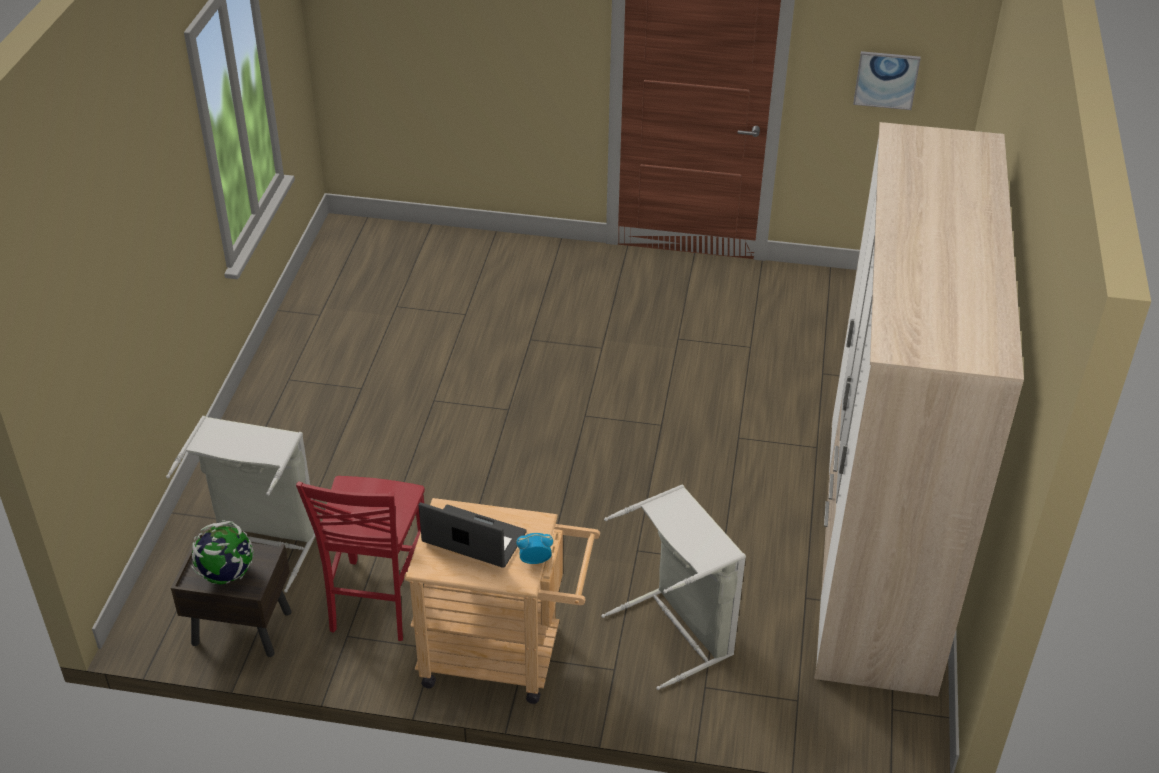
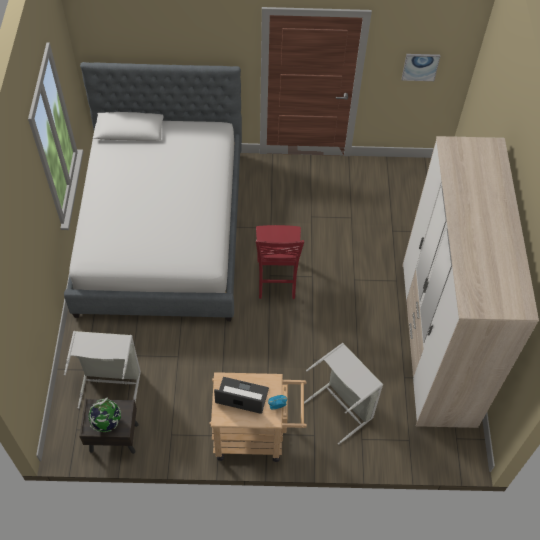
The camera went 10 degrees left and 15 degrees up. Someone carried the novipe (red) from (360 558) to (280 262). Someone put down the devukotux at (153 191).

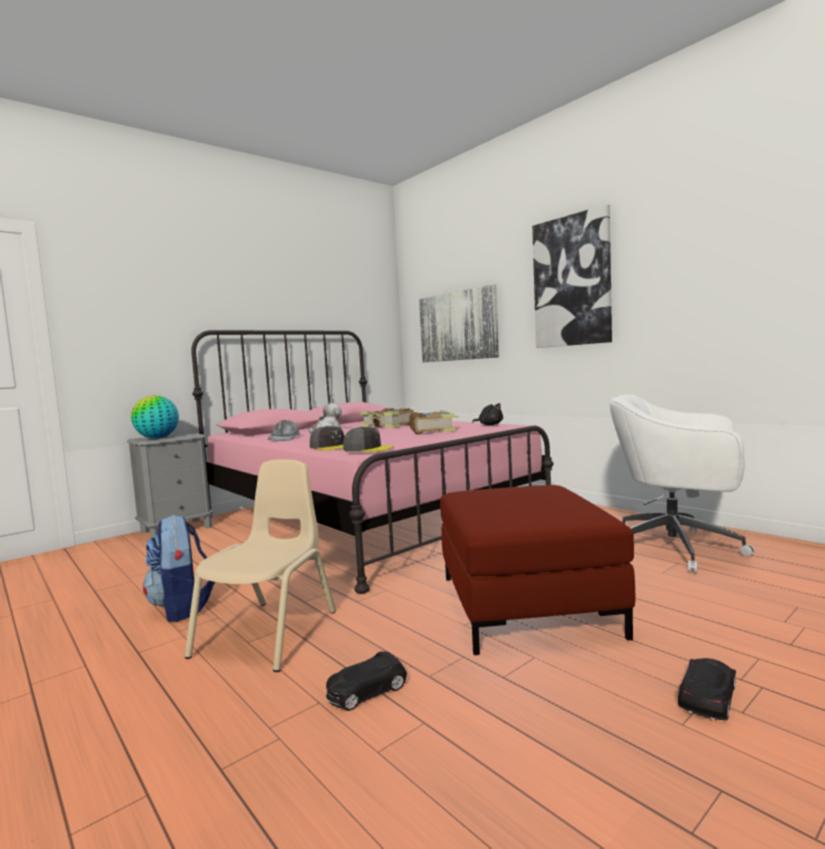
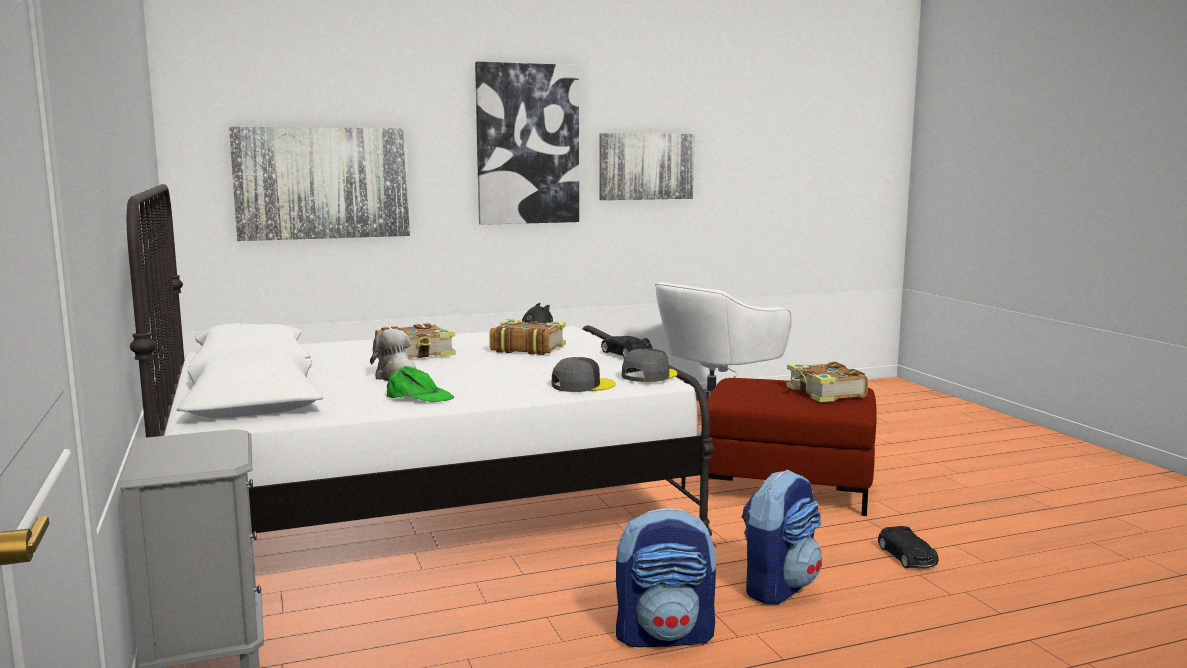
The camera went 70 degrees left and 5 degrees up. Someone repainted the devukotux (pink) at (372 462), which became the devukotux (white) at (421 360). Someone took away the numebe at (155 417). Someone repainted the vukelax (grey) at (284 430), which became the vukelax (green) at (420 384). Someone swapped the novipe (beige) at (260 565) for the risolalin at (781 537). Someone carried the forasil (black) from (707 689) to (627 347). Someone put up the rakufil at (647 166). Someone put down the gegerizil at (827 382).

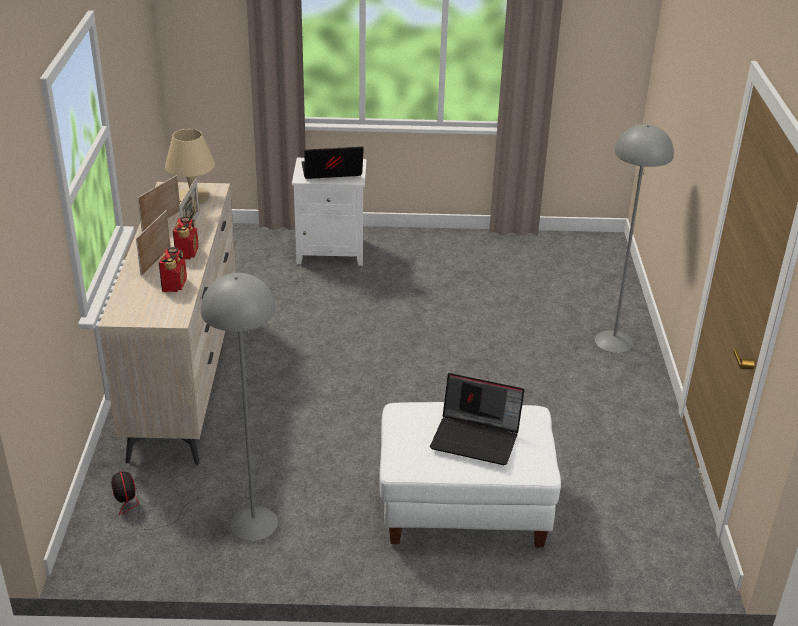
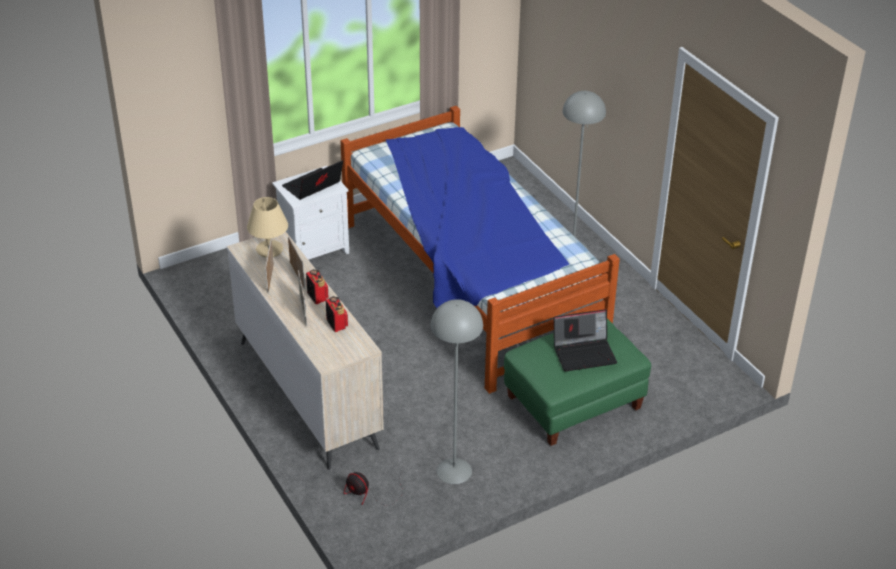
The camera went 30 degrees left and 5 degrees up. Someone repainted the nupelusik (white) at (470 475), which became the nupelusik (green) at (577 382). Someone put down the devukotux at (480 250).

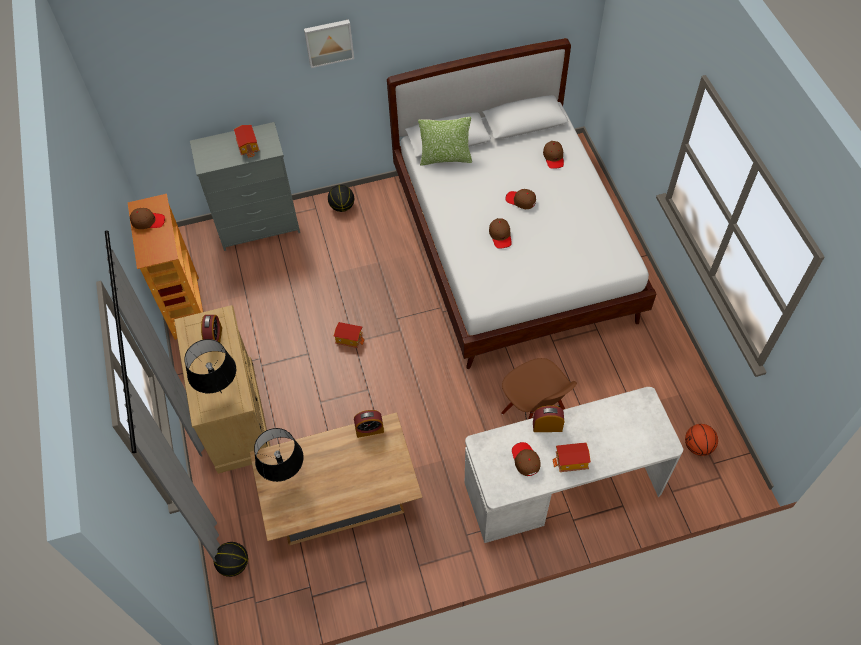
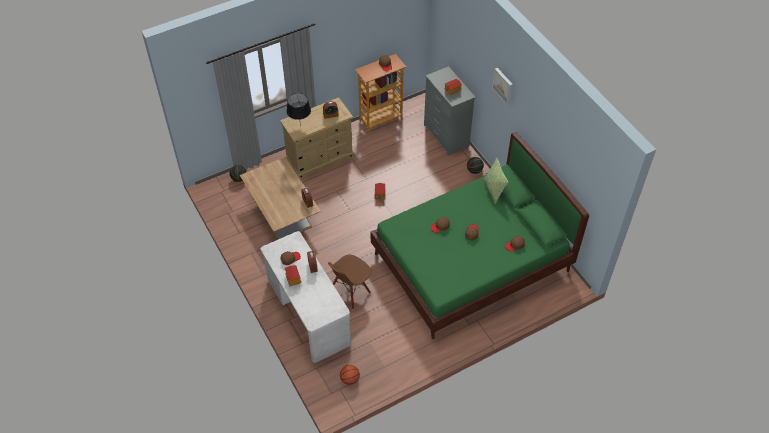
The camera went 75 degrees right and 5 degrees down. Someone repainted the devukotux (white) at (522 203), which became the devukotux (green) at (479 235). Someone took away the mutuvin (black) at (279 455).

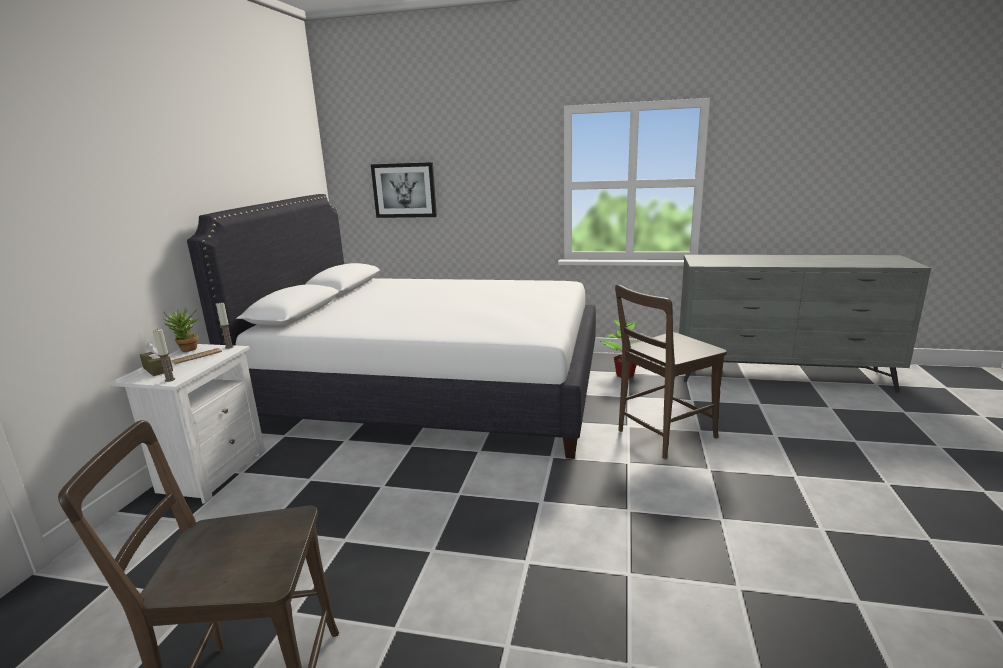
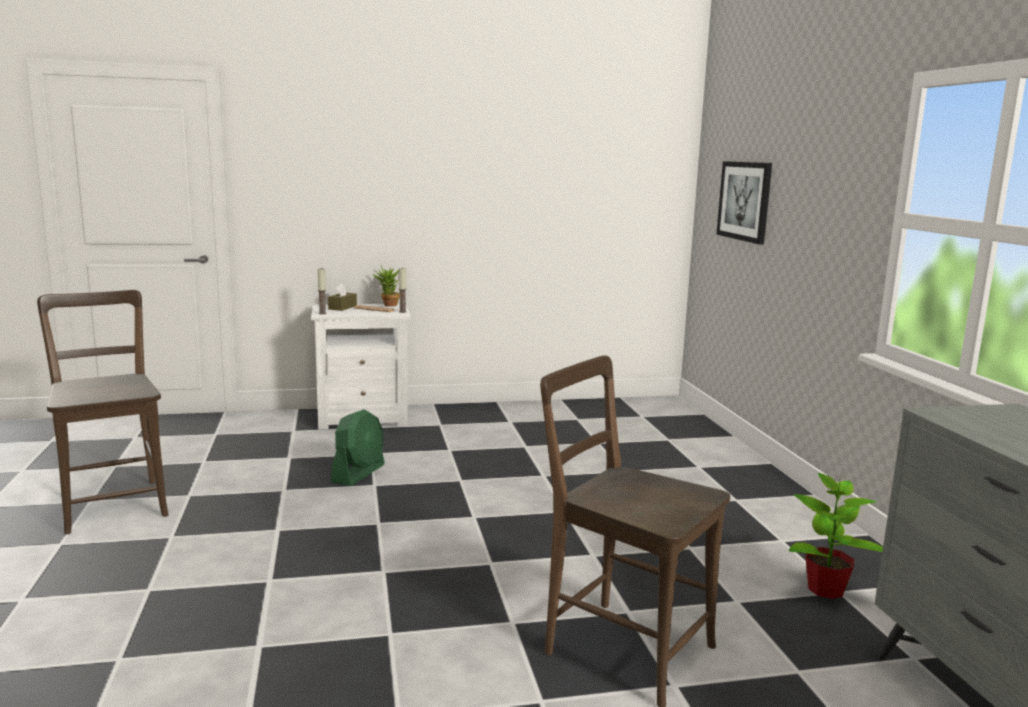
The camera went 65 degrees right and 5 degrees down. Someone took away the devukotux (white) at (391 326). Someone put down the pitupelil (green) at (358 447).

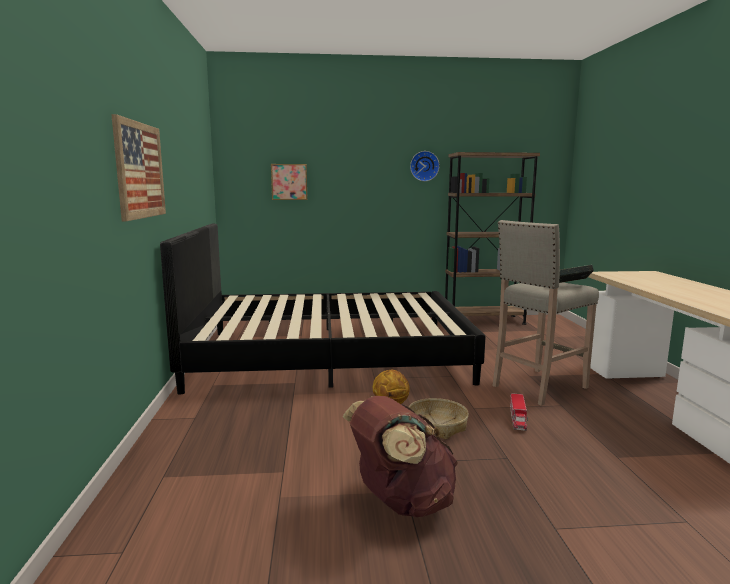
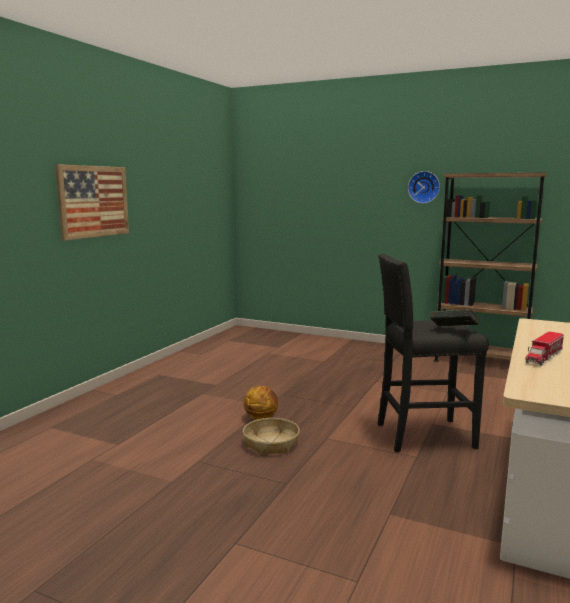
The camera went 30 degrees right and 0 degrees up. Someone took away the rakufil at (289 182). Someone repainted the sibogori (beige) at (545 313), which became the sibogori (black) at (433 352). Someone took away the devukotux (black) at (323 309). Someone carried the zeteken from (519 412) to (544 348). Someone took away the risolalin (brown) at (400 456).

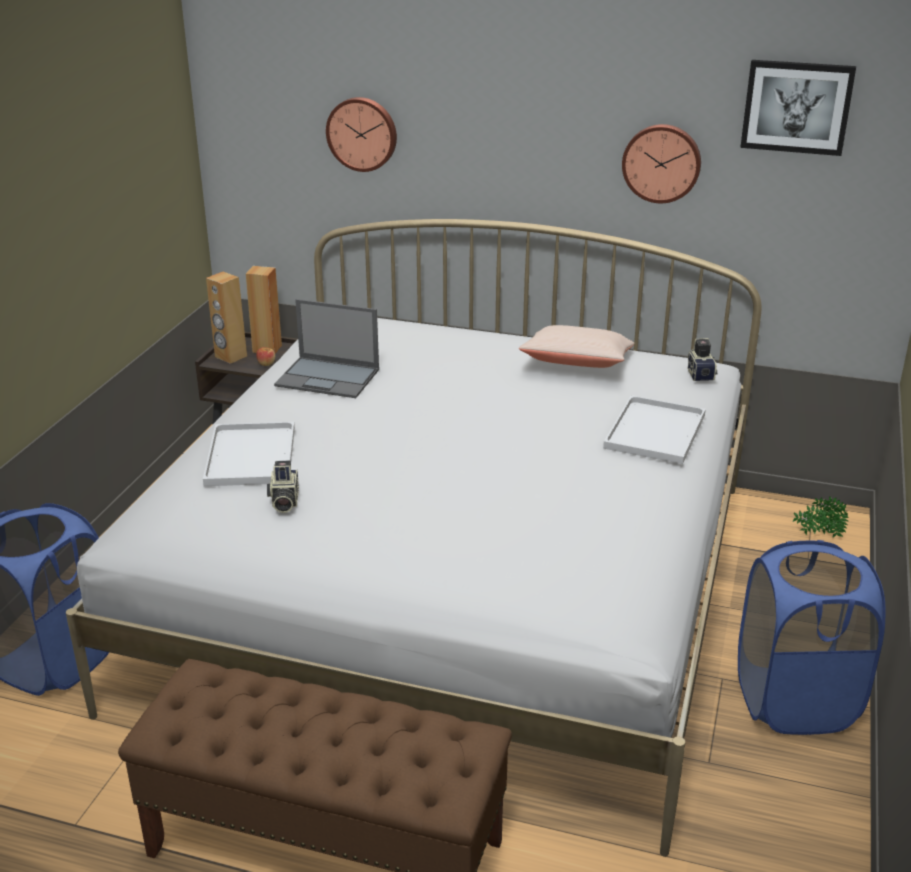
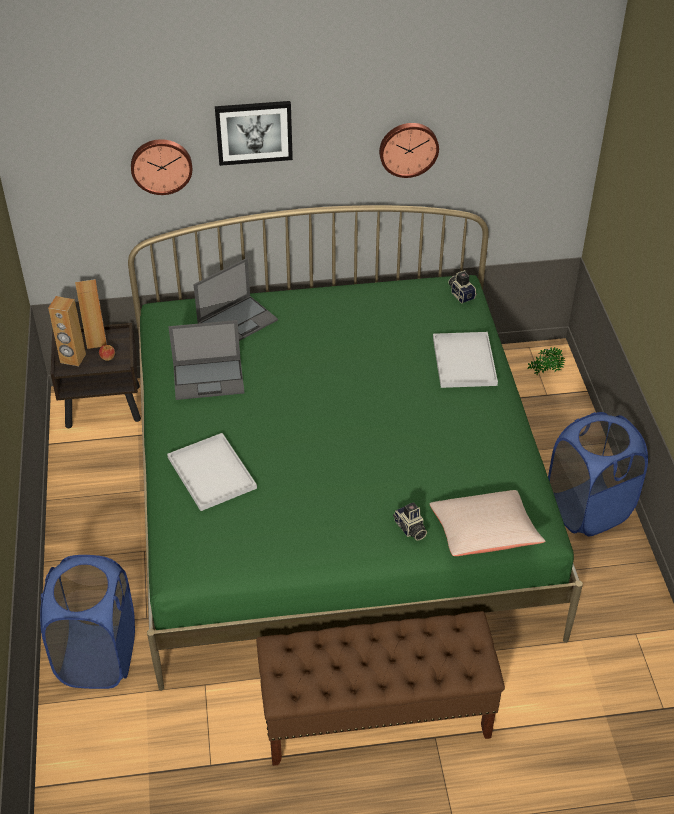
The camera went 25 degrees left and 15 degrees up. Someone carried the rakufil from (798 108) to (254 133). Someone repainted the devukotux (white) at (413 538), which became the devukotux (green) at (355 448). Someone carried the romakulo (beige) from (576 346) to (487 523). Someone carried the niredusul from (283 486) to (410 521). Someone put down the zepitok at (235 299).

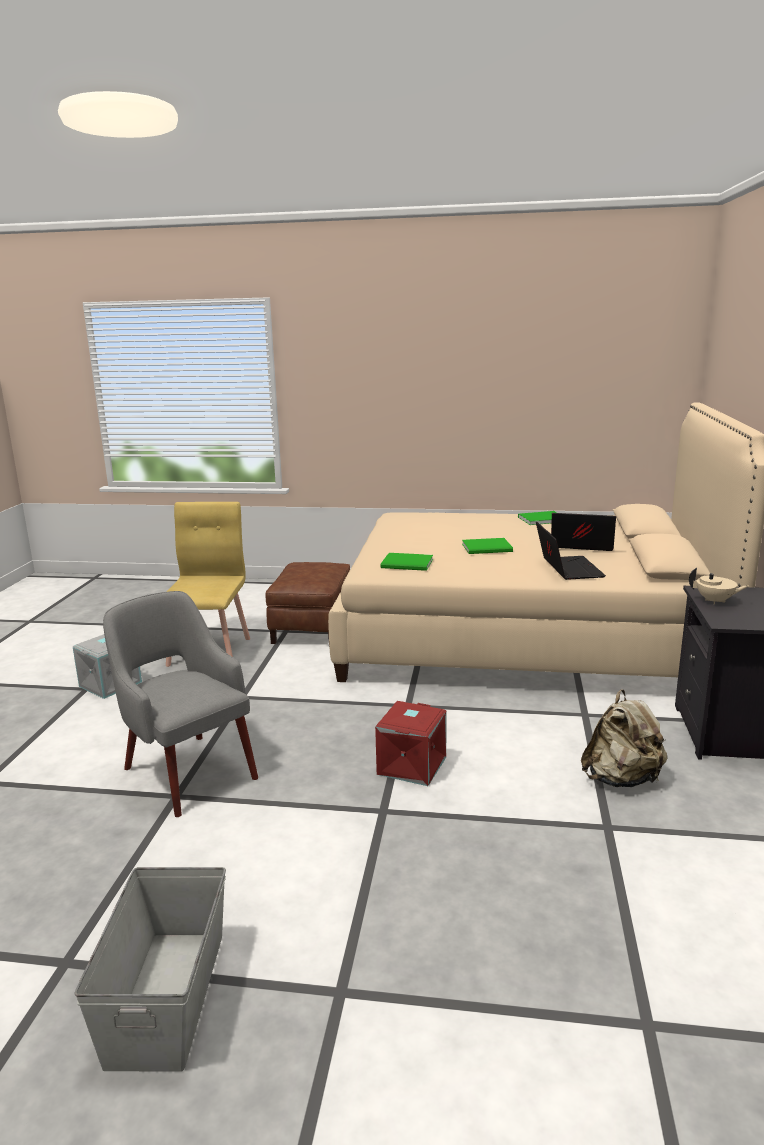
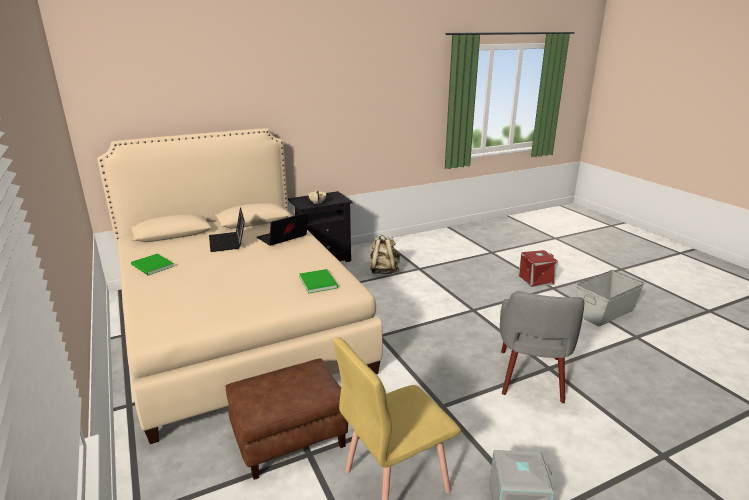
The camera went 125 degrees left and 5 degrees up. Someone took away the gegerizil (green) at (487 546). Someone carried the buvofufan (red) from (411 743) to (538 268).

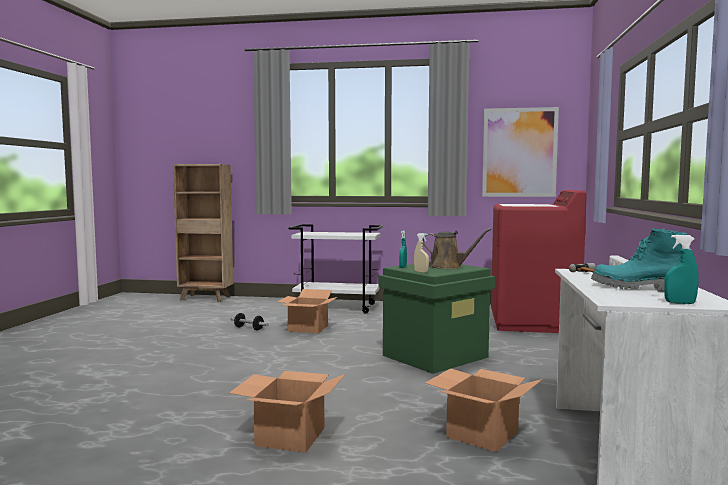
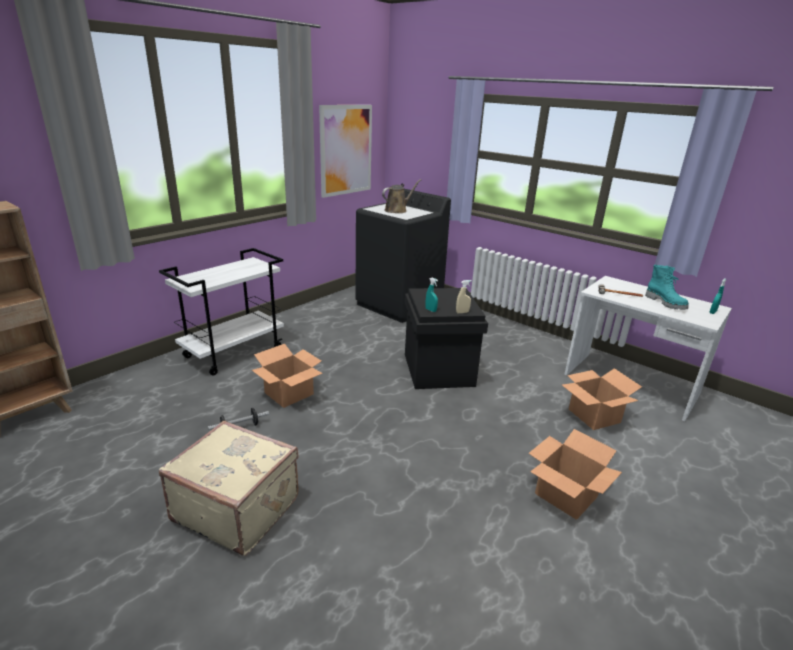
The camera went 60 degrees left and 20 degrees up. Someone repainted the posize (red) at (539 261), which became the posize (black) at (403 256). Someone carried the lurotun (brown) from (456 248) to (401 196). Someone rotated the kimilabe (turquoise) at (639 260) by 75 degrees counterclockwise. Someone repainted the buvofufan (green) at (437 318), which became the buvofufan (black) at (446 338). Someone put down the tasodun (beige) at (229 488).

